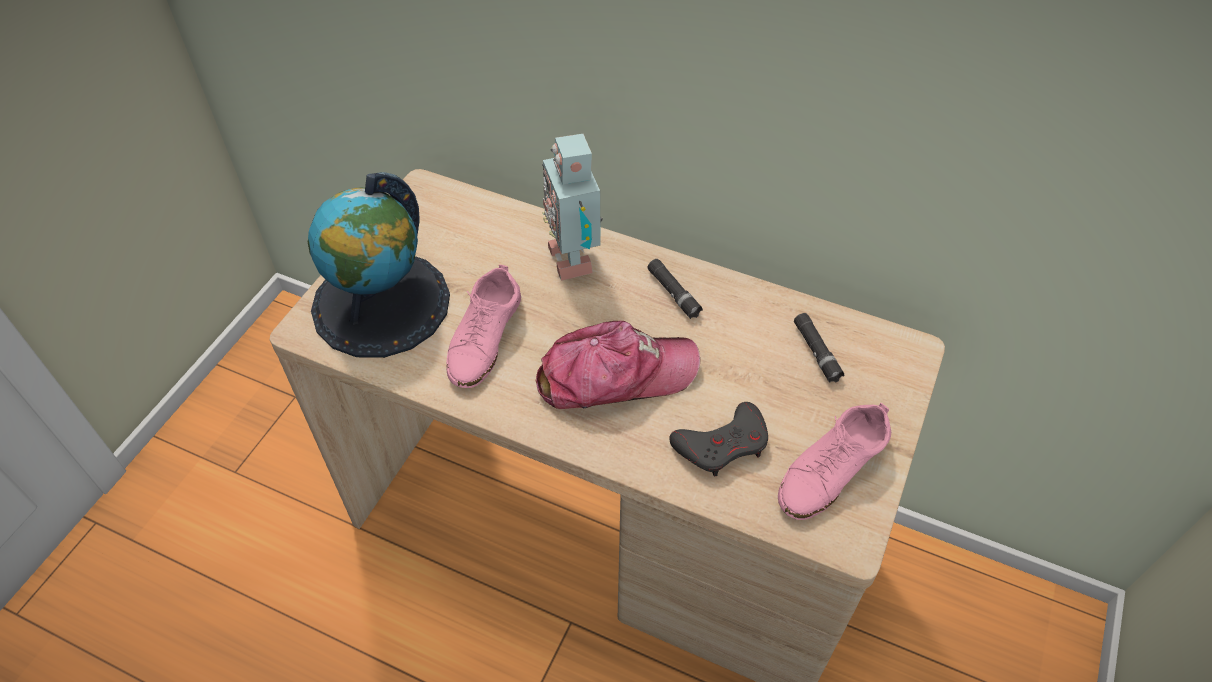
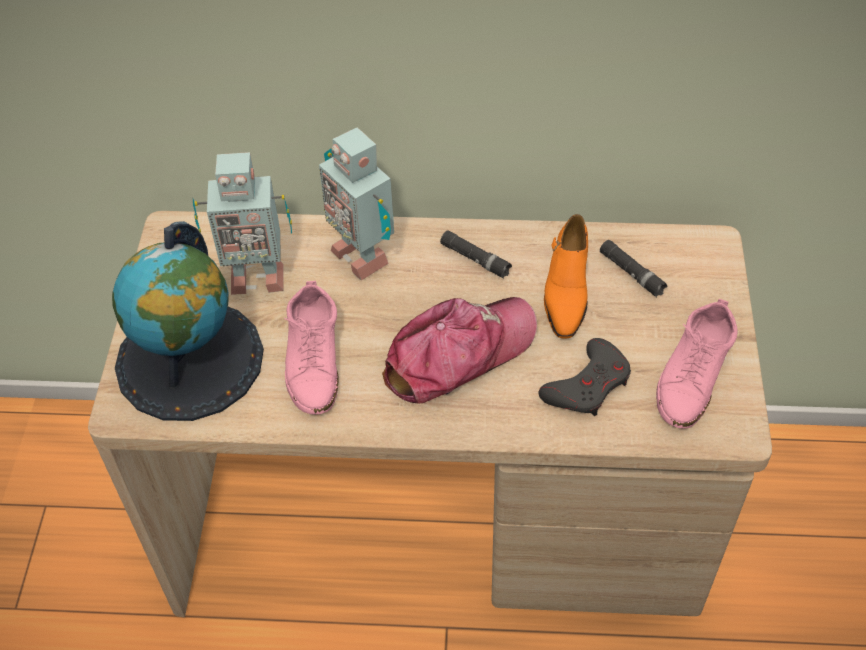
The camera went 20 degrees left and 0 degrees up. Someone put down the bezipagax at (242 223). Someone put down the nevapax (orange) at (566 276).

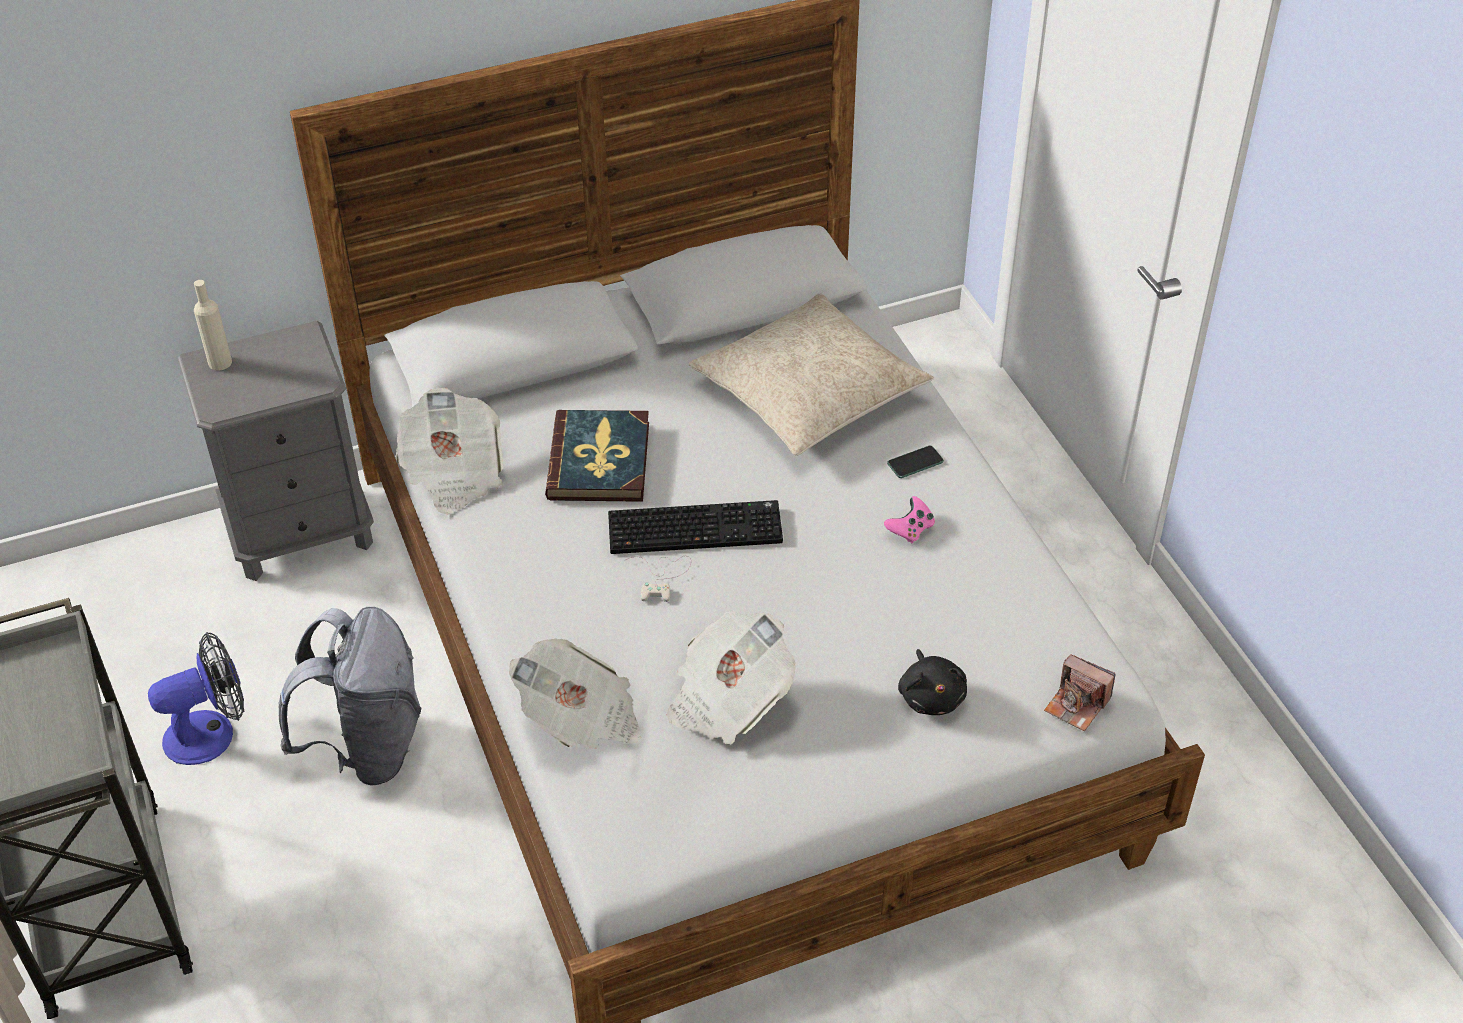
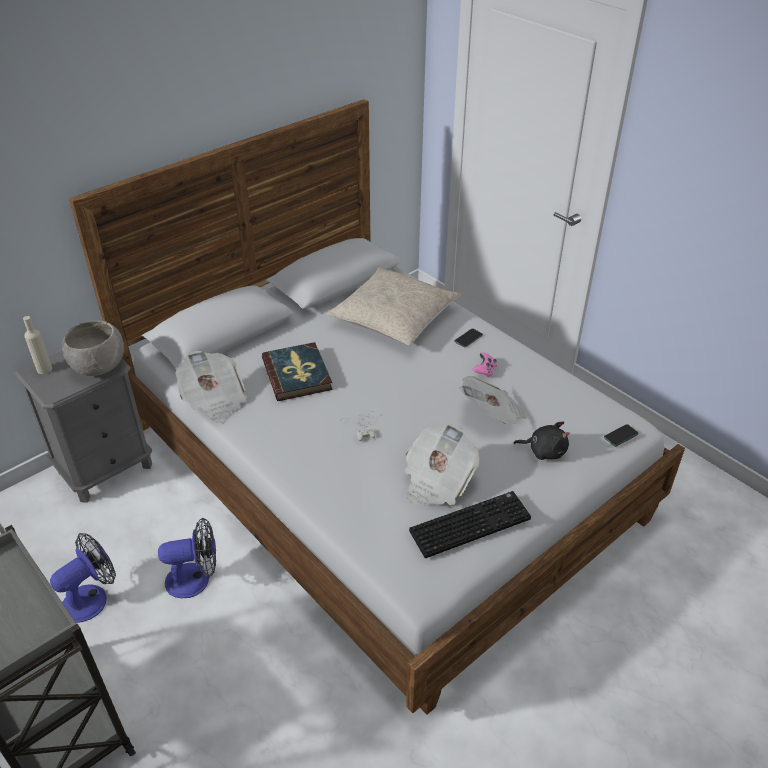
The camera went 20 degrees left and 5 degrees down. Someone carried the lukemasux from (695 527) to (470 524). Someone swapped the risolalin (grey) at (350 696) for the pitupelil at (187 558). Someone carried the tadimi from (575 694) to (494 400). Someone rotated the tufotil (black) at (932 682) by 45 degrees counterclockwise. Someone swapped the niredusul at (1080 692) for the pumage at (621 435). Someone put down the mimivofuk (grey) at (93 348).

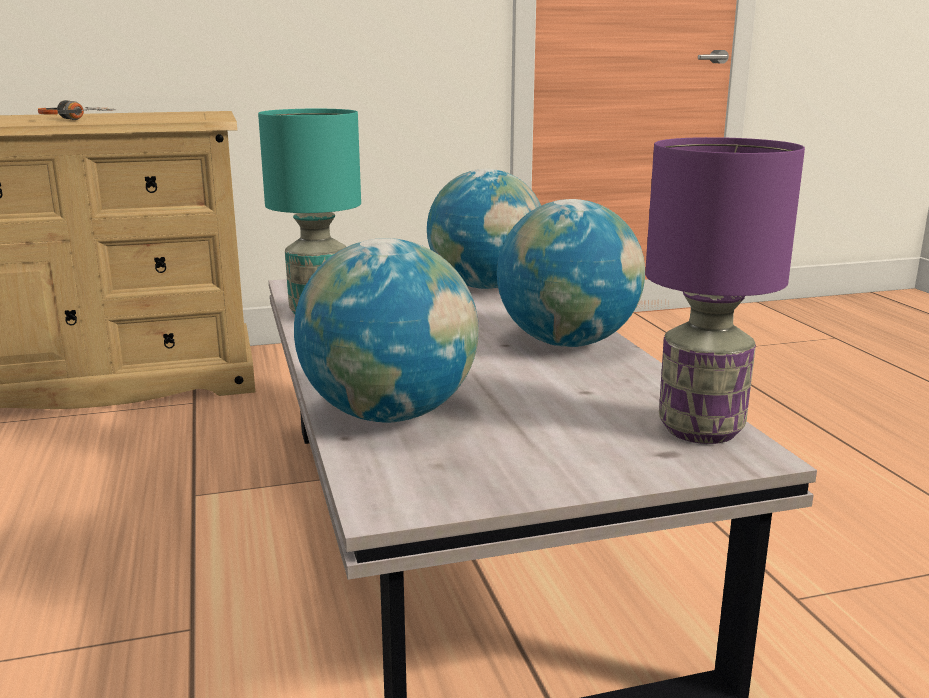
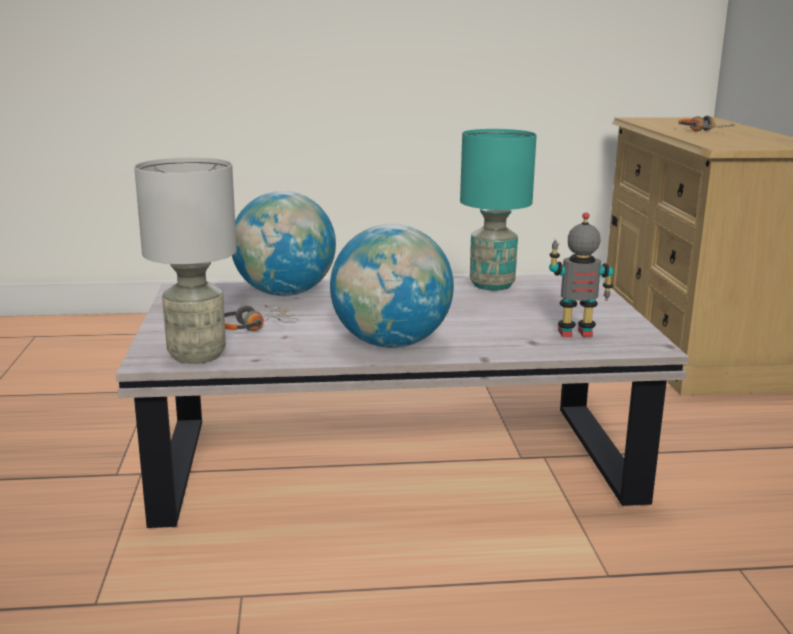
The camera went 100 degrees right and 0 degrees up. Someone repainted the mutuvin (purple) at (725 290), which became the mutuvin (grey) at (185 260). Someone swapped the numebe at (484 229) for the bezipagax at (581 274). Someone put down the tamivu at (261 318).

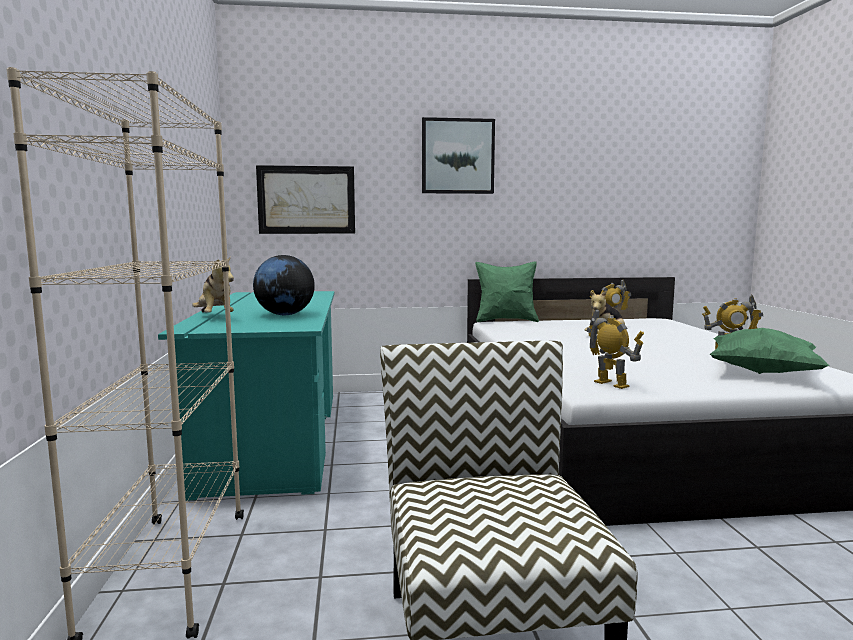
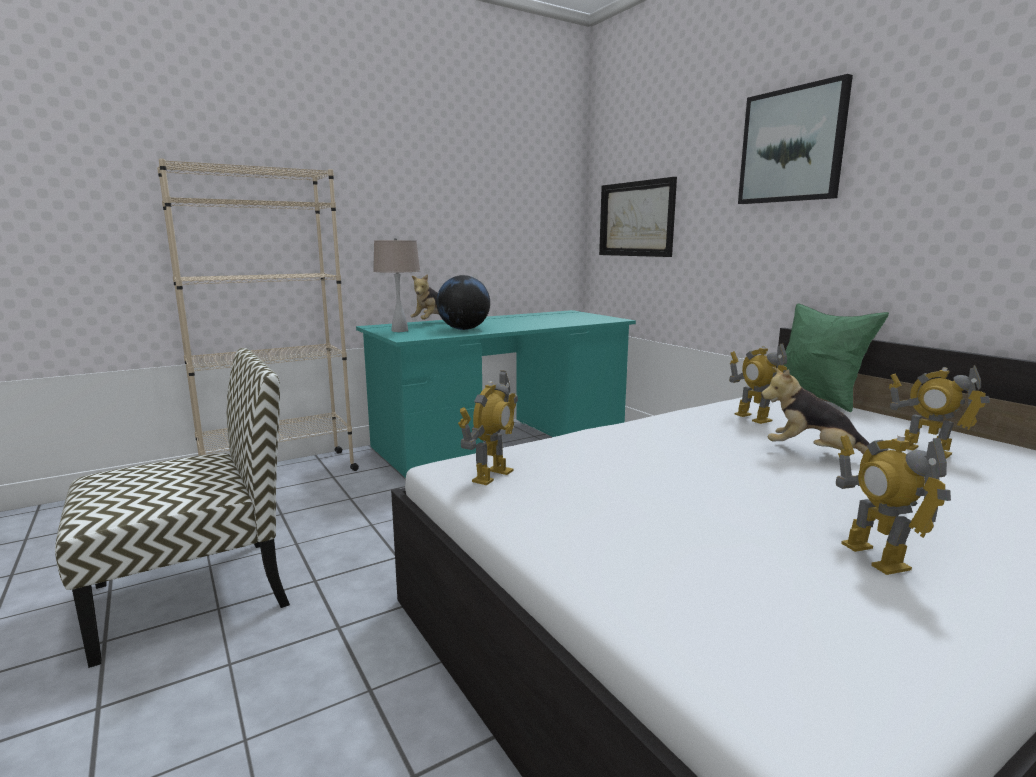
The camera went 65 degrees right and 5 degrees up. Someone took away the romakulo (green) at (770 351). Someone put down the mutuvin (beige) at (396 285). Someone put down the bezipagax at (759 384).

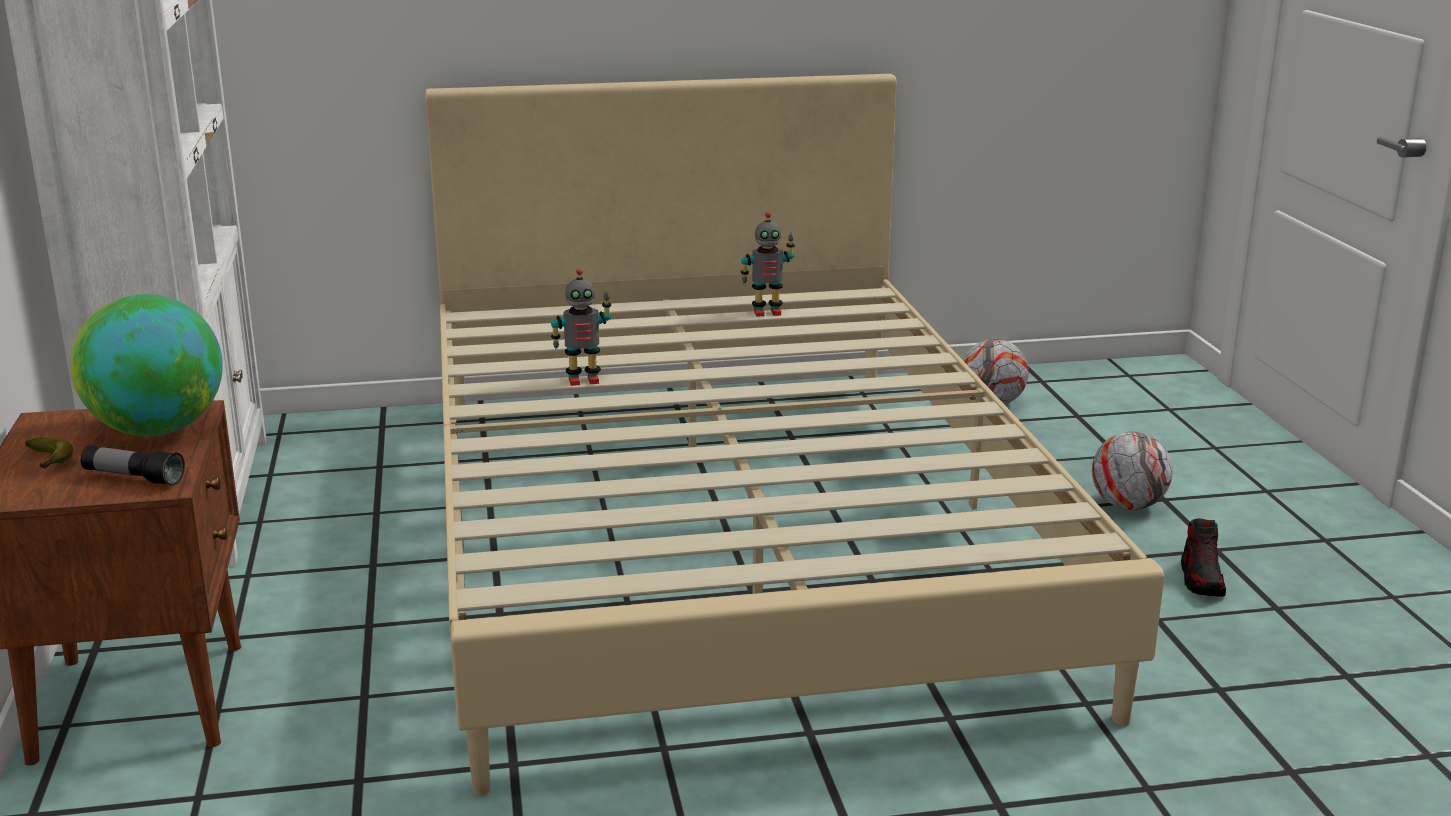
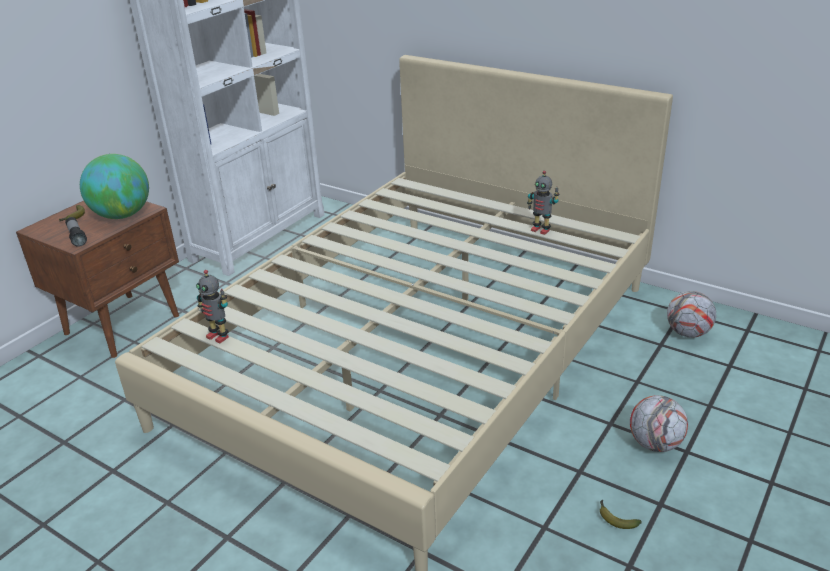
The camera went 45 degrees right and 10 degrees up. Someone carried the bezipagax from (581 327) to (212 306). Someone swapped the nevapax at (1203 557) for the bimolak at (621 514).

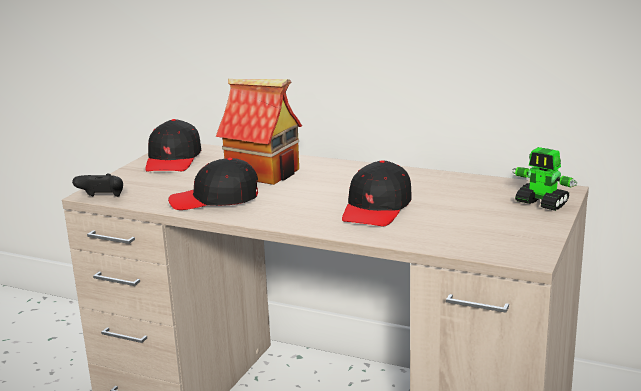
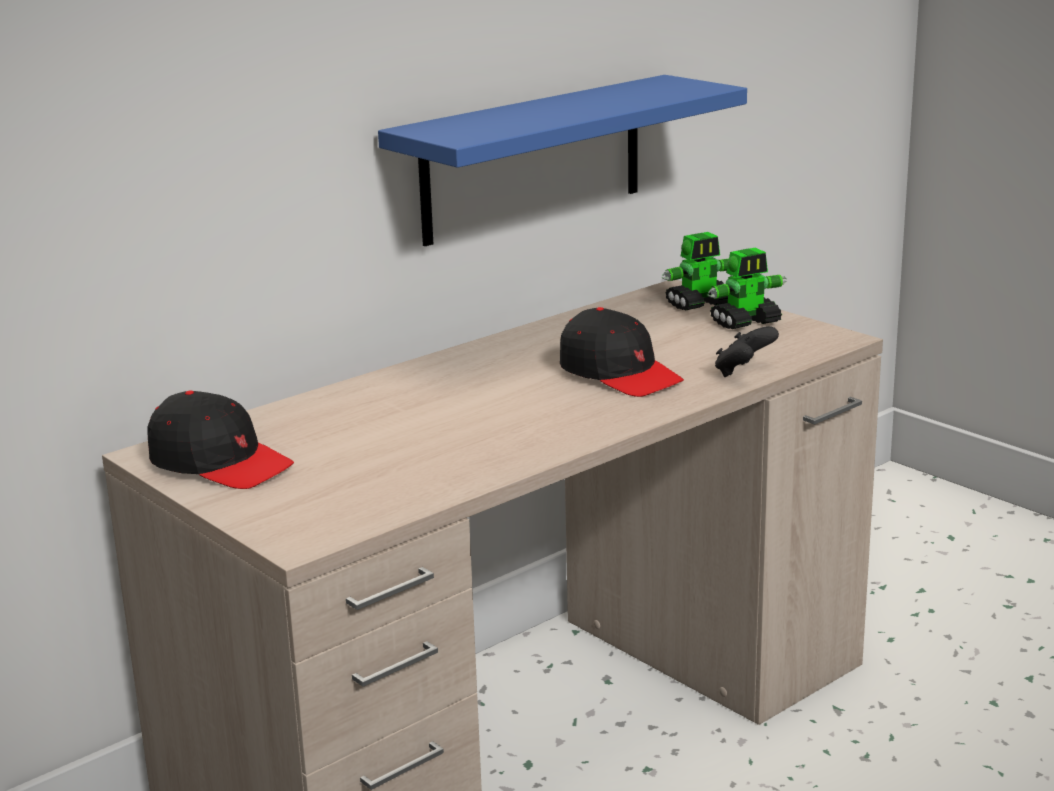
The camera went 65 degrees left and 0 degrees up. Someone took away the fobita at (259 132). Someone took away the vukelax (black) at (213 184). Someone carried the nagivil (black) from (97 185) to (747 351). Someone put up the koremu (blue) at (562 160). Someone put down the bezipagax at (747 288).

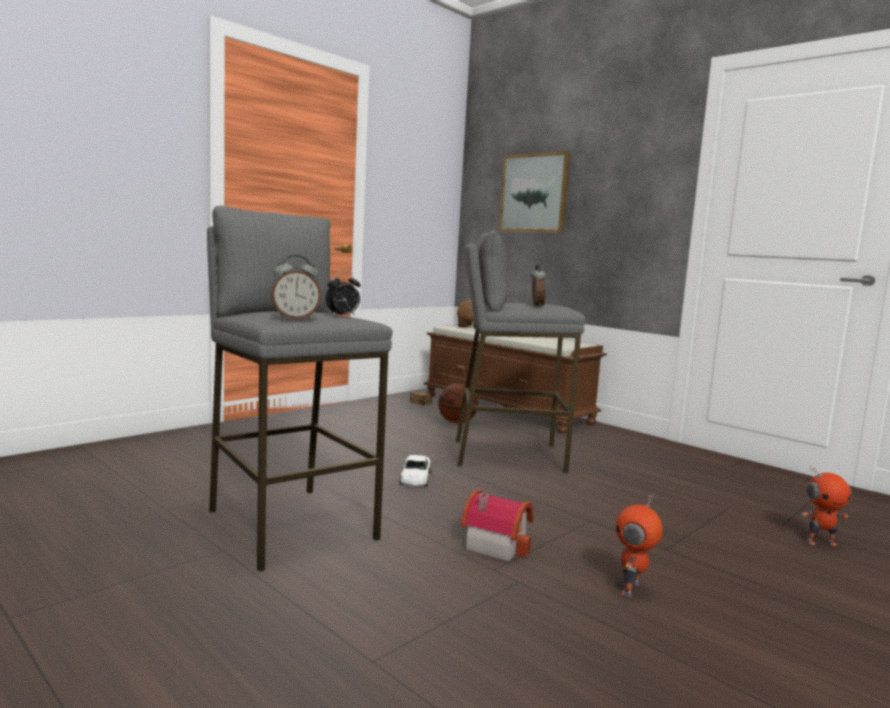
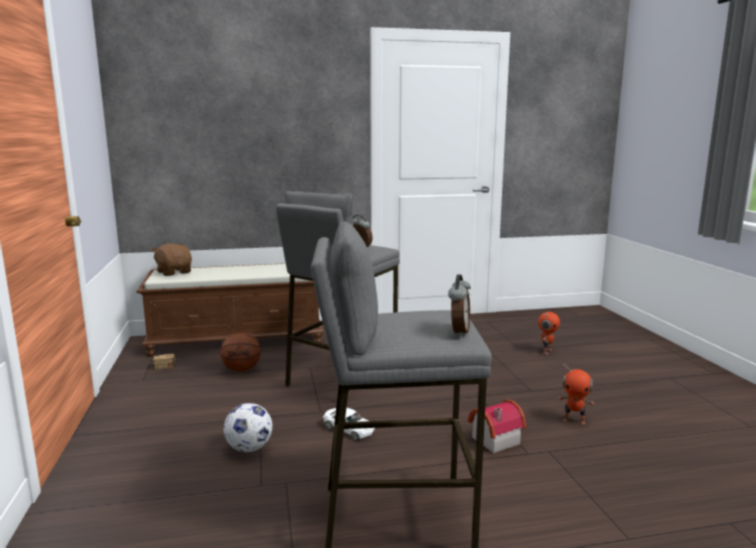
The camera went 55 degrees left and 5 degrees up. Someone took away the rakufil at (535 192). Someone took away the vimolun at (343 294). Someone rotated the bezipagax at (639 546) by 45 degrees counterclockwise. Someone put down the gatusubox at (248 427).

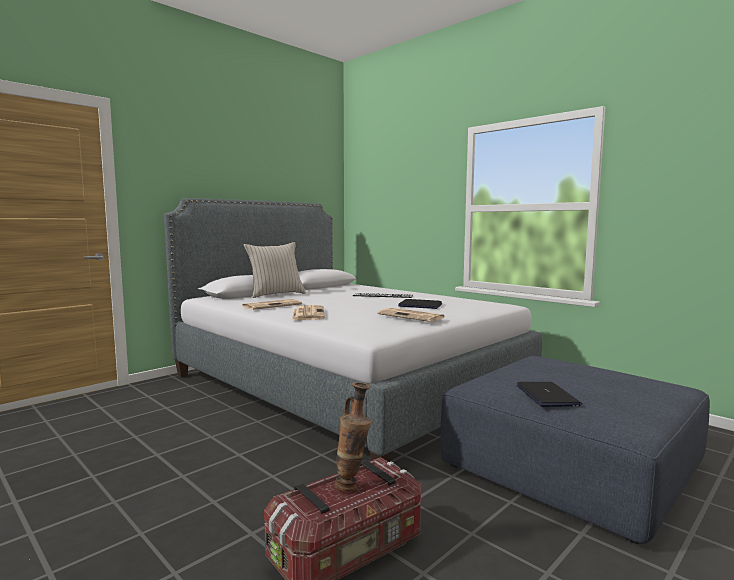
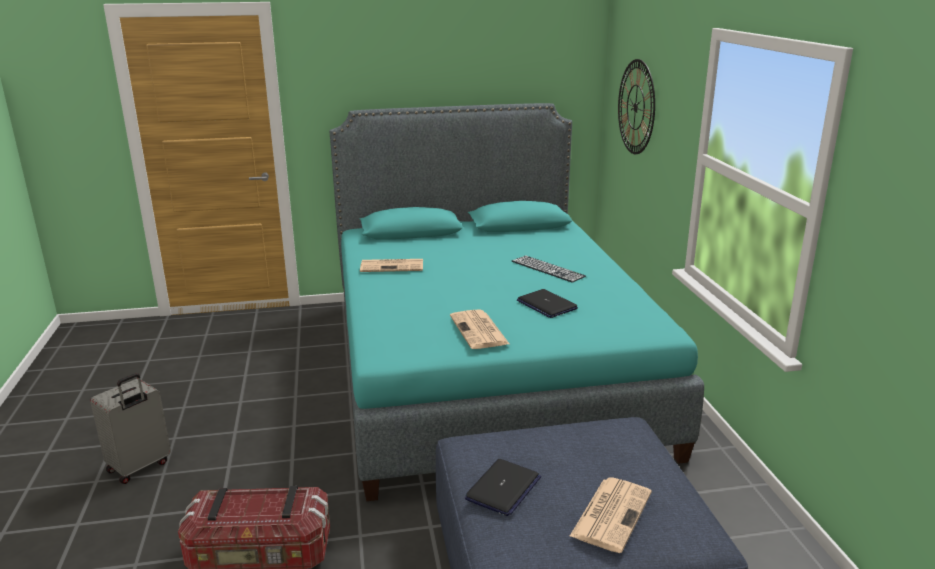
The camera went 35 degrees right and 15 degrees up. Someone repainted the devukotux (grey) at (353 330), which became the devukotux (turquoise) at (517 302). Someone took away the romakulo (beige) at (275 270). Someone carried the tadimi from (308 312) to (611 515). Someone took away the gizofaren at (352 437). Someone put up the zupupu at (636 106). Someone put down the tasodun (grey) at (130 428).

